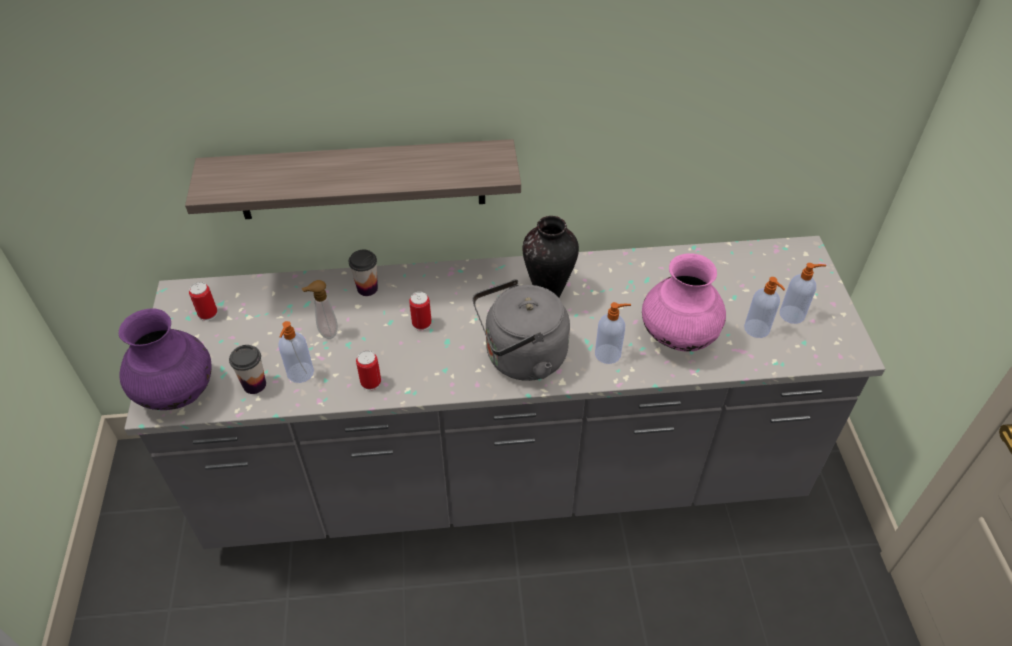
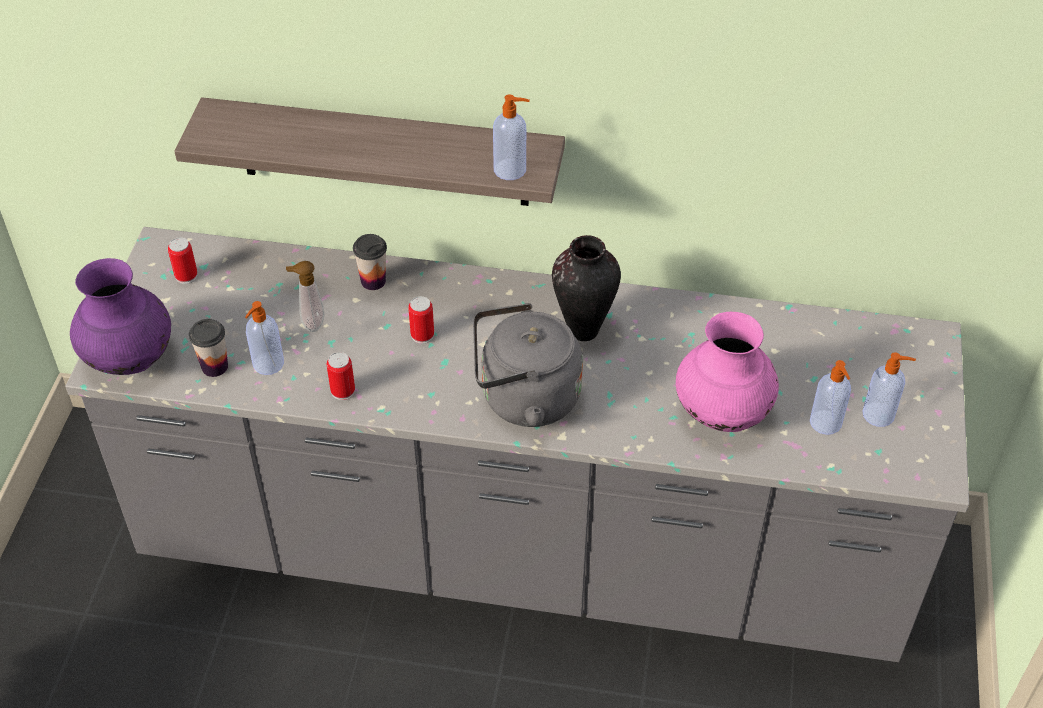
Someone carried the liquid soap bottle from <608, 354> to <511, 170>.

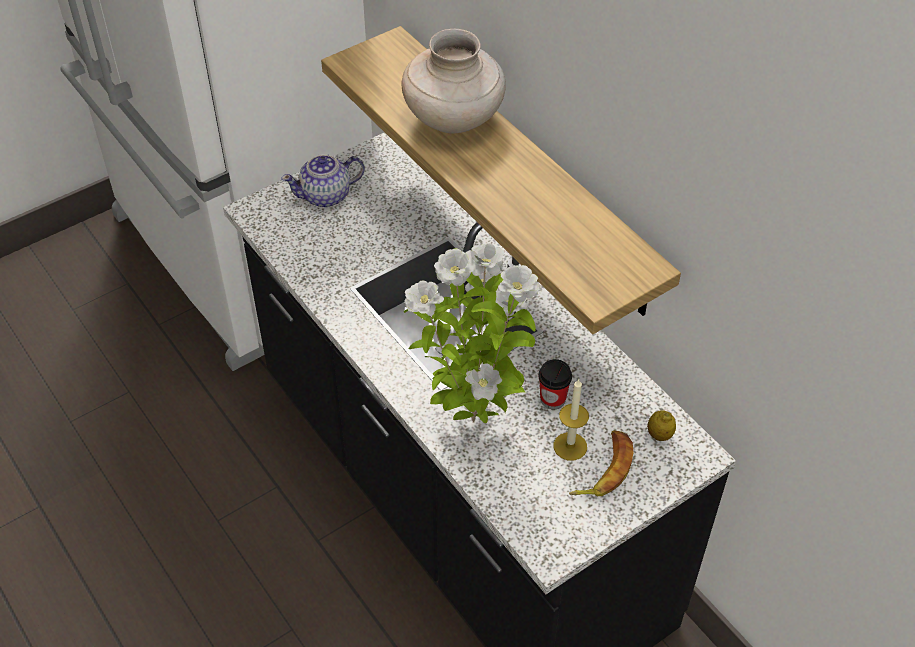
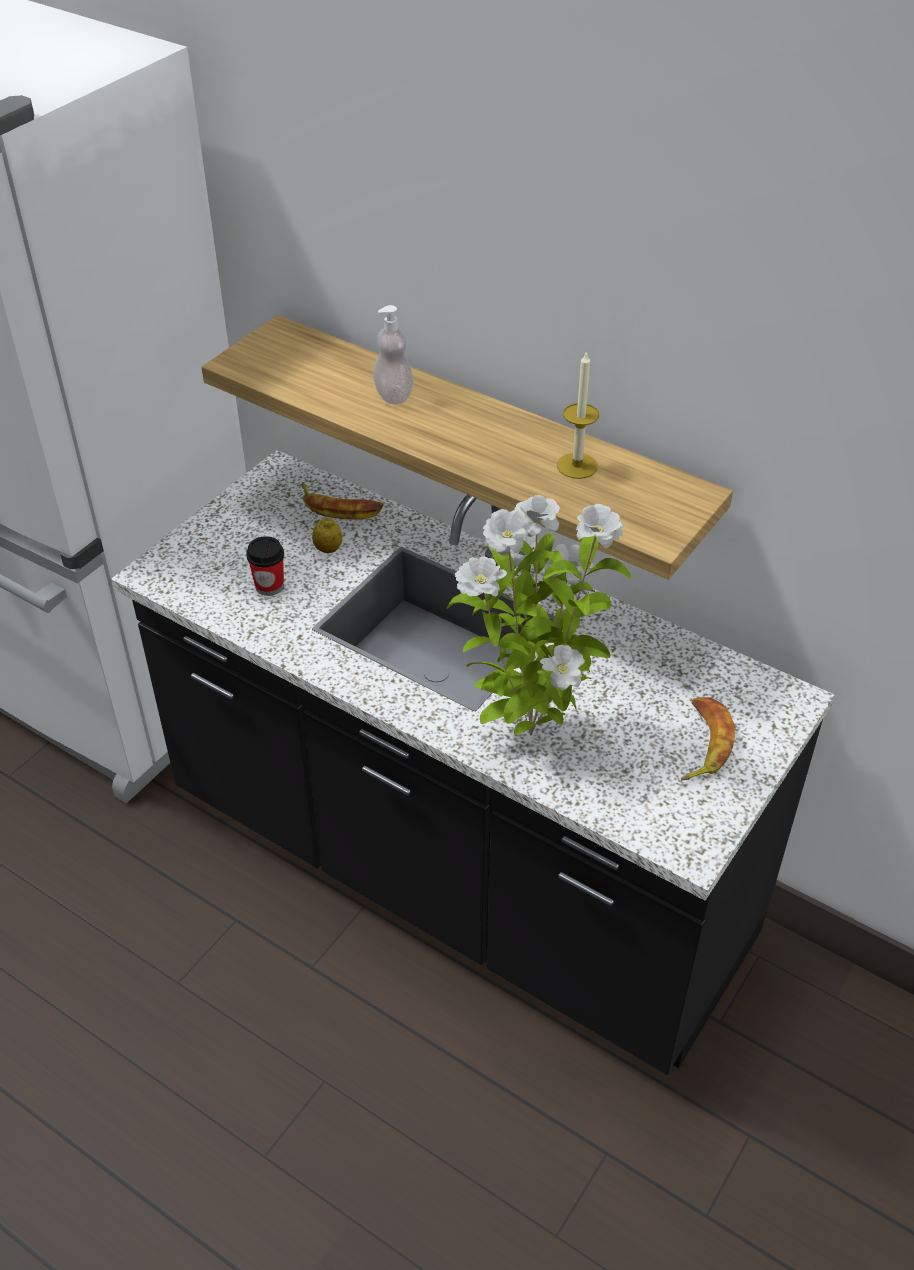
Someone carried the drinking cup from <552, 399> to <269, 586>. Someone put down the banana at <340, 507>. Someone carried the lemon from <659, 435> to <328, 549>. Someone swapped the beige-coloured vase at <454, 119> for the liquid soap bottle at <393, 395>. Someone carried the wax light from <570, 446> to <577, 466>. Someone took away the pot for tea at <326, 195>.

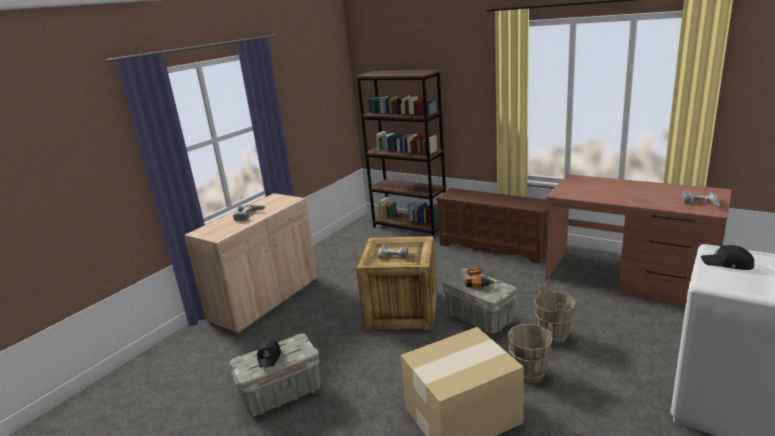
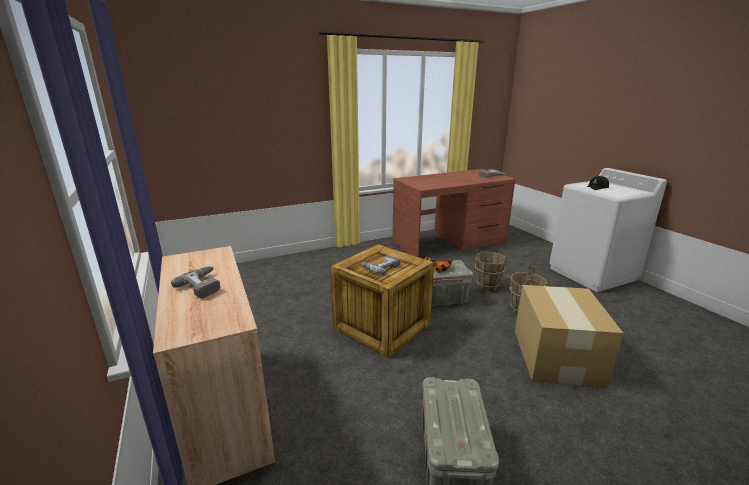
Someone took away the blackish baseball cap at <269, 356>. Someone took away the brown shelving unit at <410, 227>. Someone took away the brown shoe stand at <494, 247>.

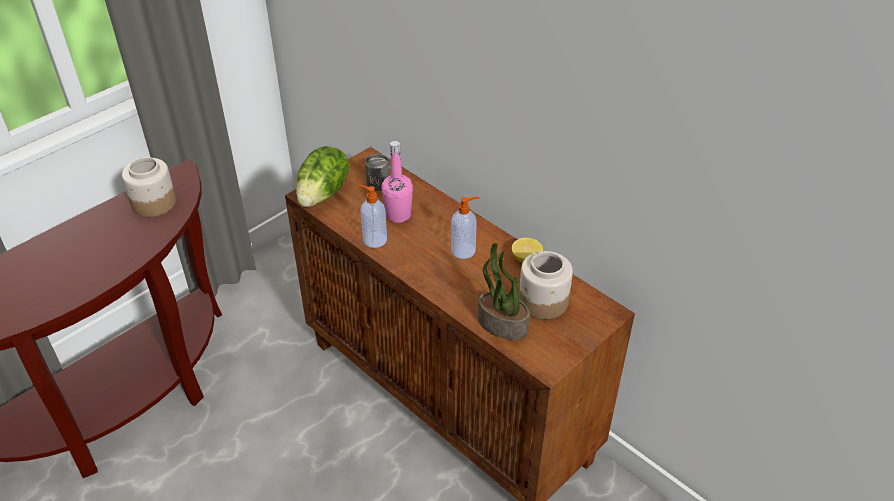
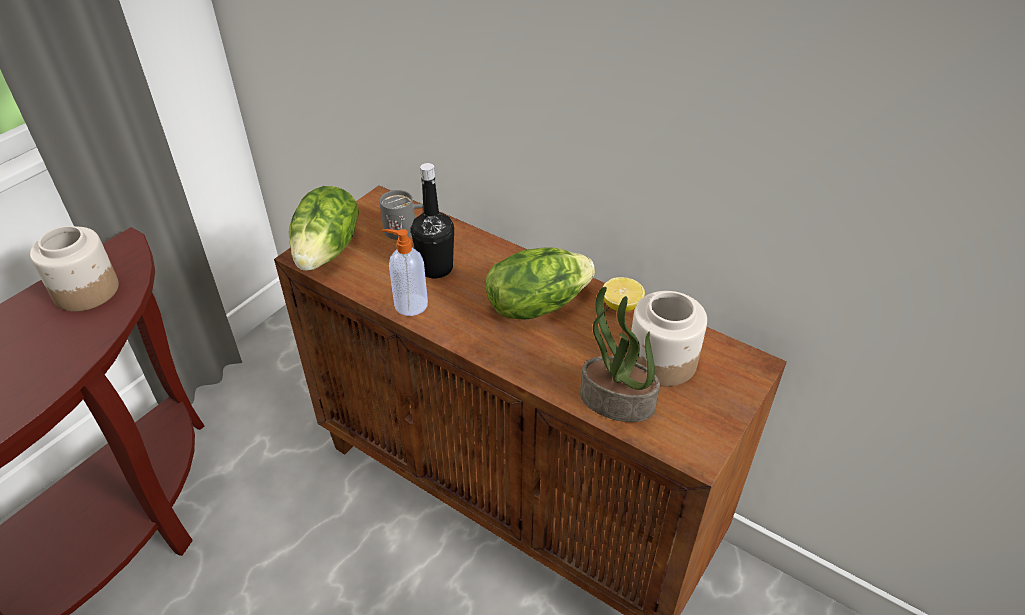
Someone repainted the pink-coloured beverage bottle at <398, 215>, which became the blackish beverage bottle at <436, 268>. Someone swapped the liquid soap bottle at <464, 250> for the lettuce at <536, 305>.

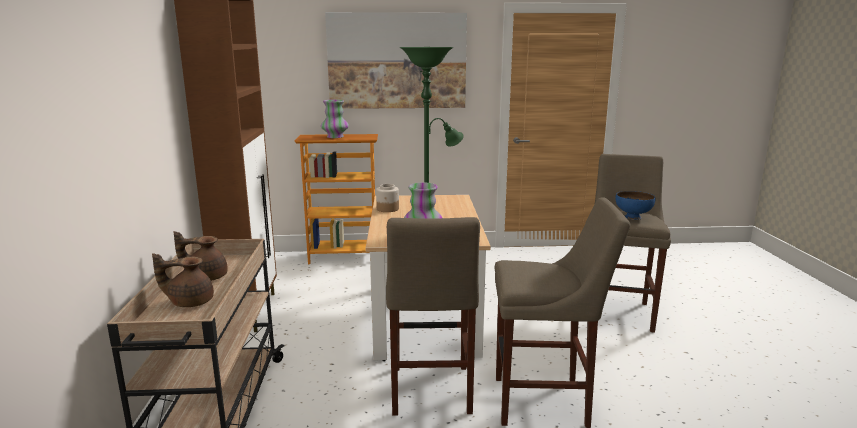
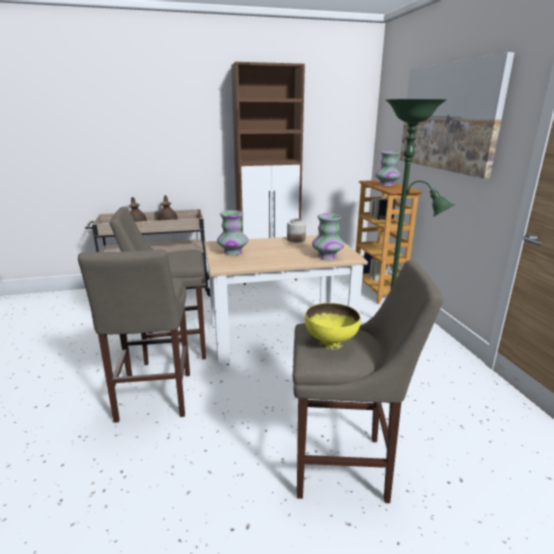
Someone repainted the bluish serving bowl at <633, 217>, which became the yellowish serving bowl at <330, 343>. Someone put down the vase at <327, 256>.

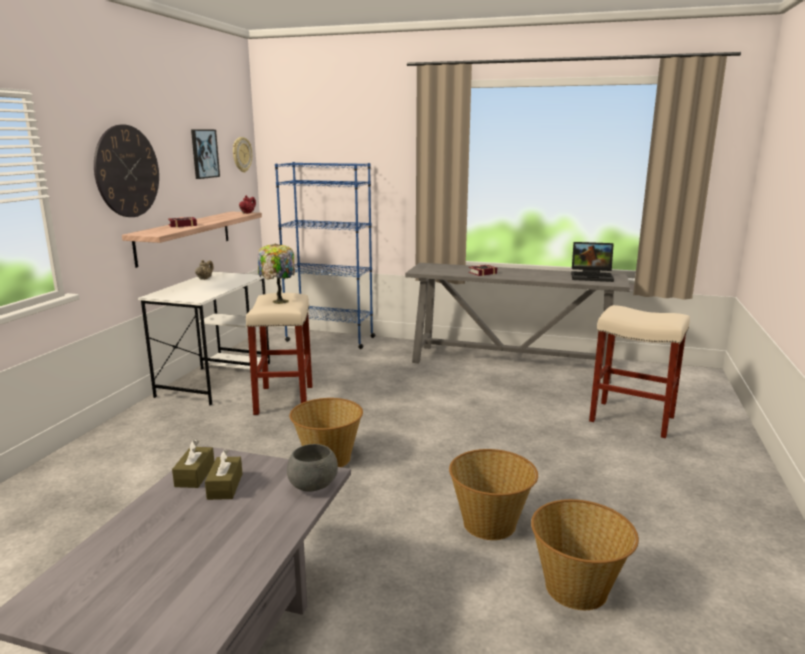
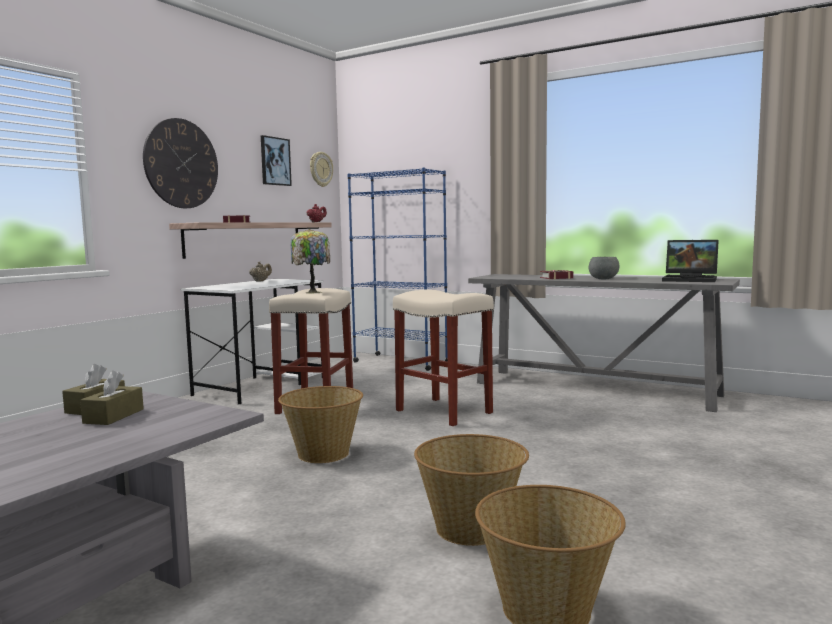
Someone carried the beige-coloured stool seat from <633, 419> to <445, 412>. Someone carried the greyish serving bowl from <313, 486> to <603, 279>.

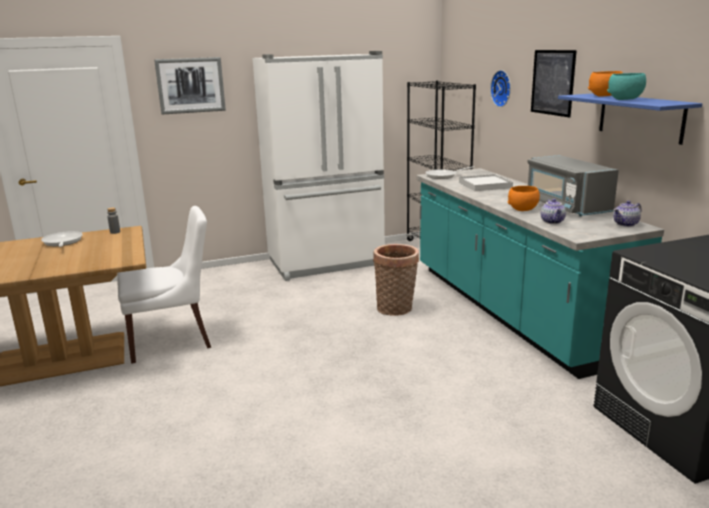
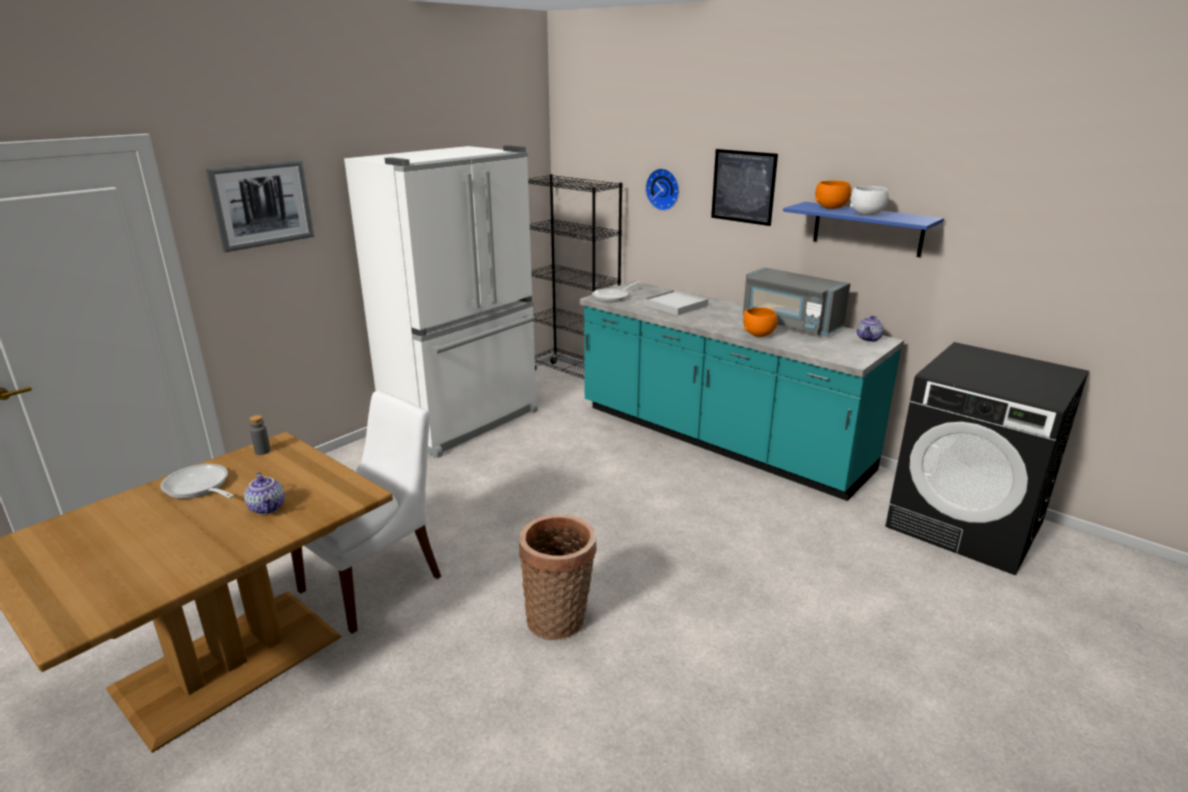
Someone carried the pot for tea from <553, 222> to <268, 508>. Someone carried the basket from <396, 309> to <559, 620>. Someone repainted the blue-green serving bowl at <625, 99>, which became the whitish serving bowl at <867, 214>.

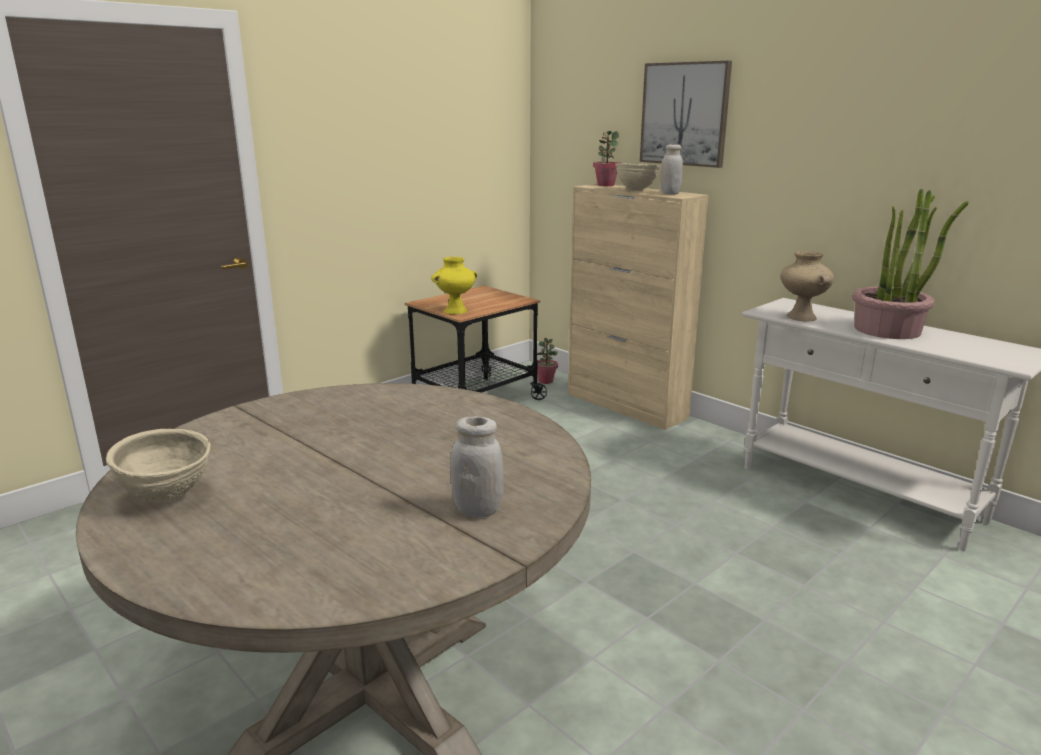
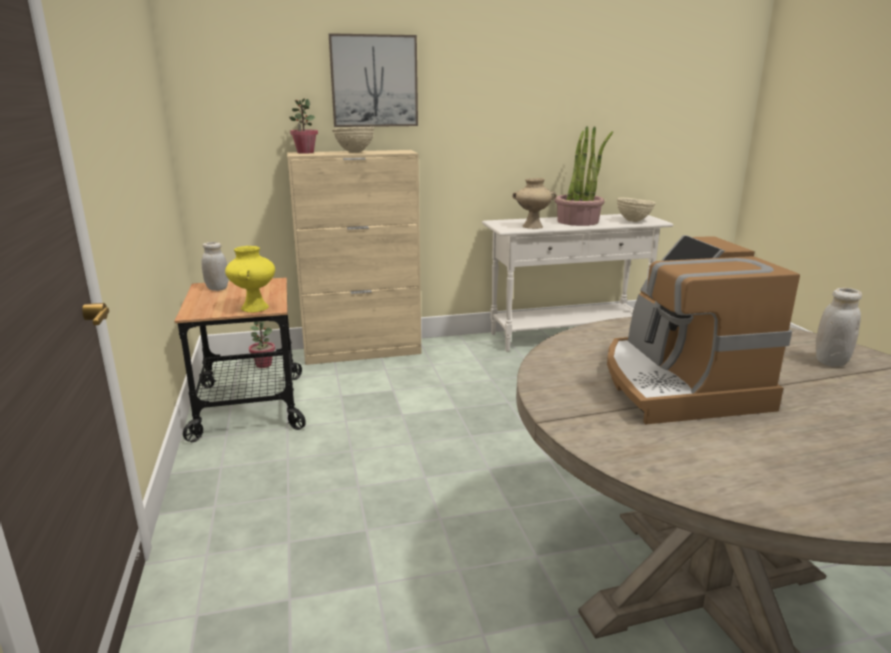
Someone carried the whitish storage jar from <670, 193> to <217, 288>. Someone put down the coffee machine at <676, 385>. Someone carried the beige-coloured serving bowl from <167, 497> to <633, 221>.

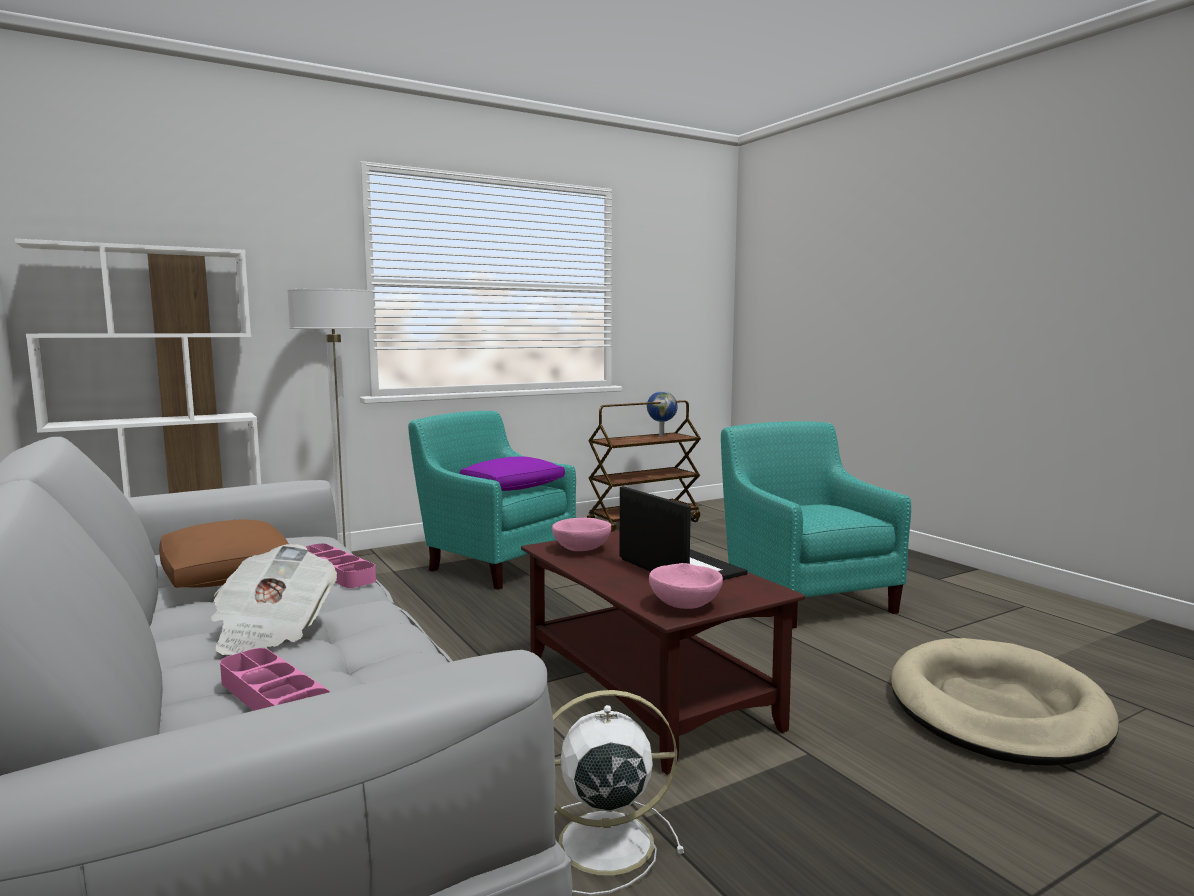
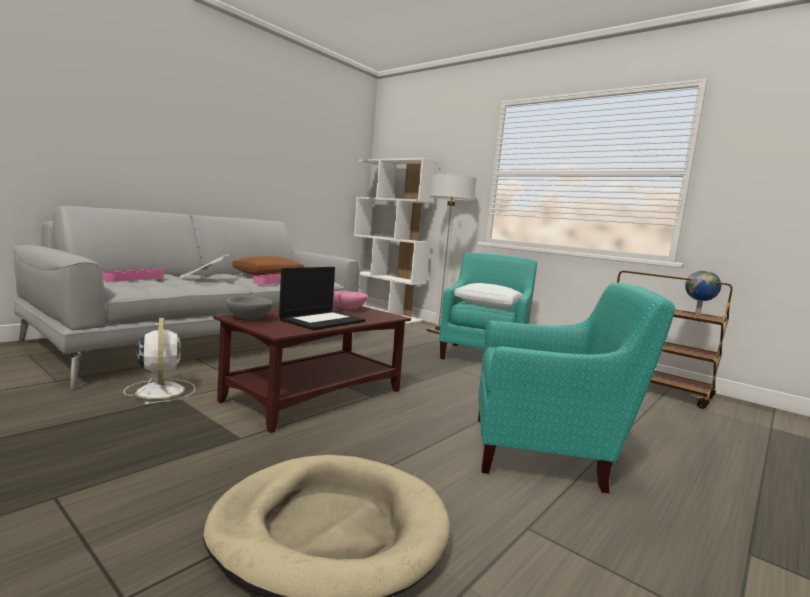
Someone repainted the pink-coloured serving bowl at <685, 605>, which became the greyish serving bowl at <248, 318>. Someone repainted the purple-coloured cushion at <513, 487>, which became the whitish cushion at <488, 304>. Someone rotated the blue-green easy chair at <806, 597> by 45 degrees clockwise.

